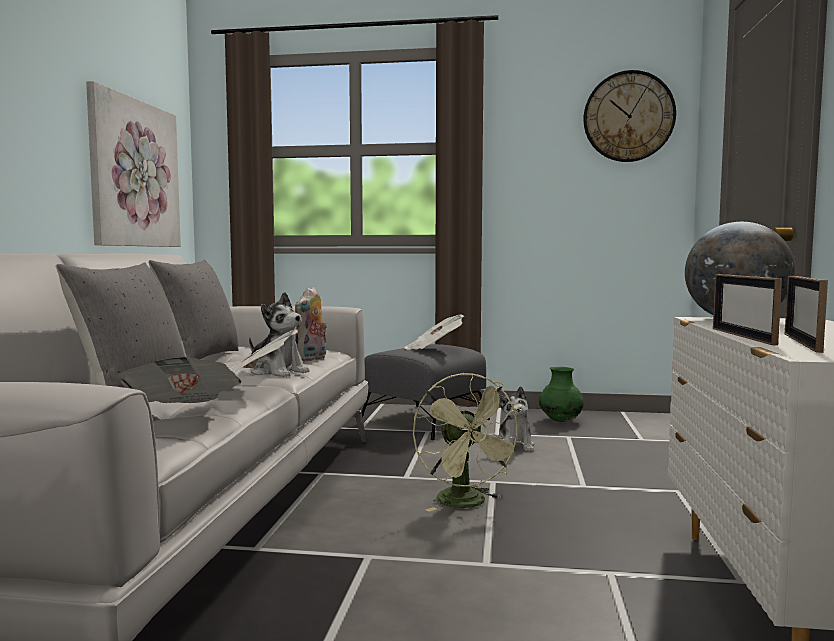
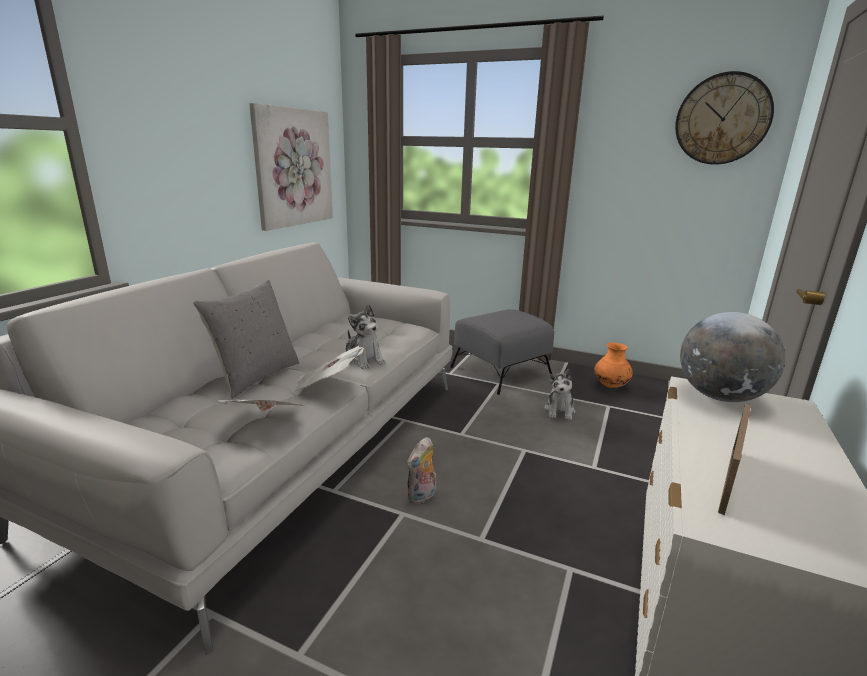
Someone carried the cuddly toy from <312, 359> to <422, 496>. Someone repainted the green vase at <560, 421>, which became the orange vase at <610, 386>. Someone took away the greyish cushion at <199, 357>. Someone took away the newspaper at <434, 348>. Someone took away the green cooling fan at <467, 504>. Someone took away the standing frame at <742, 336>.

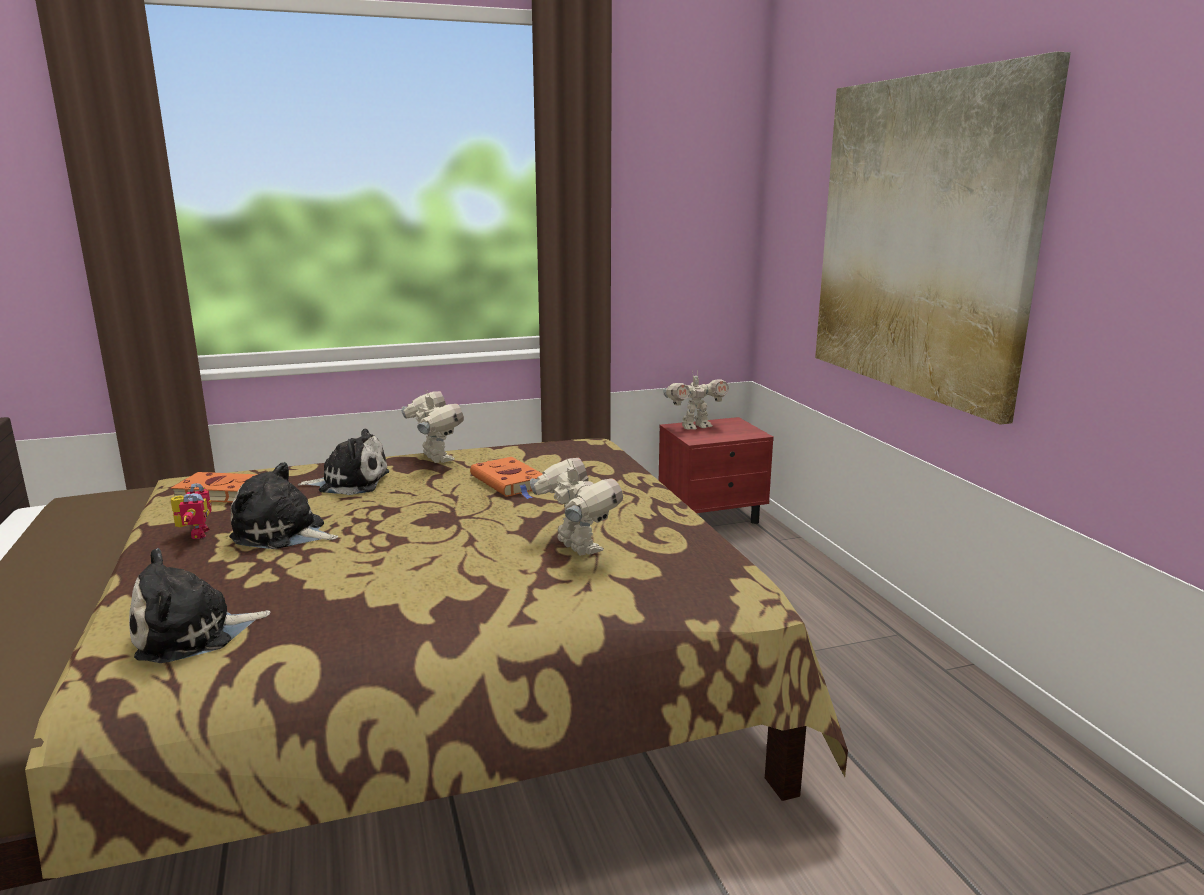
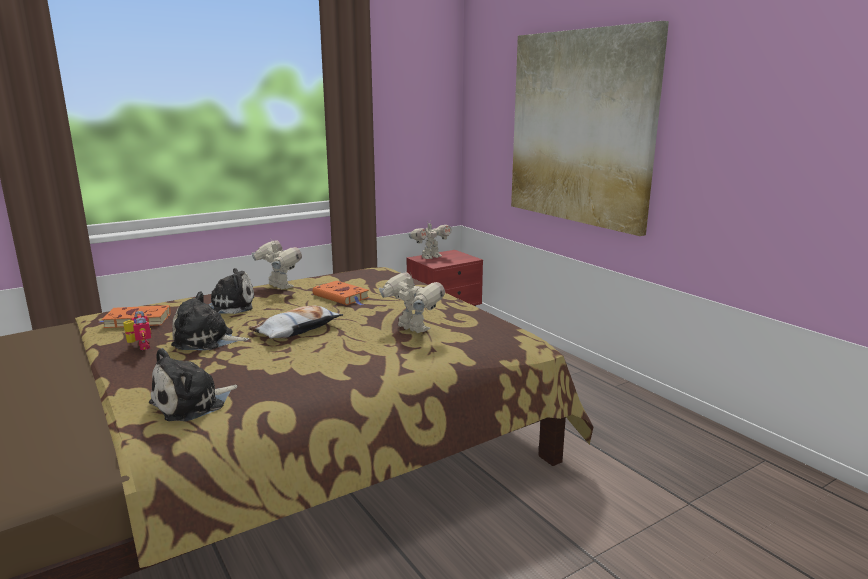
Someone put down the cushion at <296, 329>.

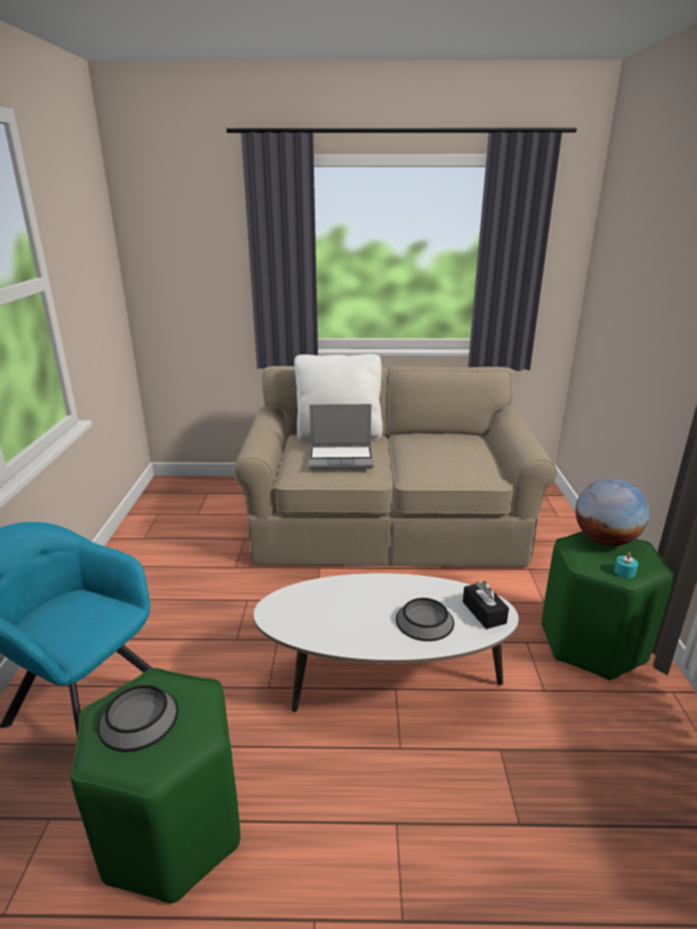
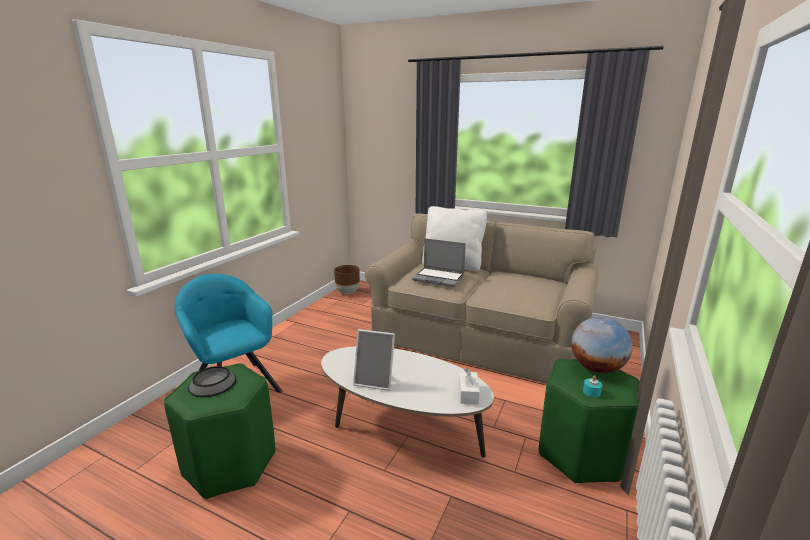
Someone put down the brown flower pot at <348, 292>. Someone put down the standing frame at <375, 380>. Someone repainted the blackish tissue holder at <484, 612>, which became the whitish tissue holder at <468, 393>. Someone took away the serving bowl at <424, 621>.

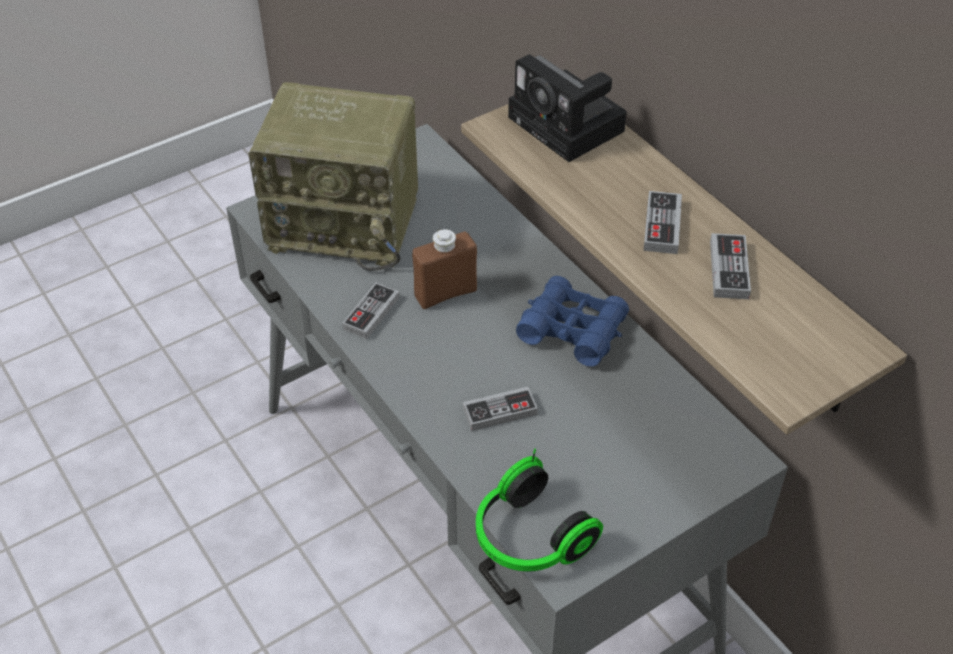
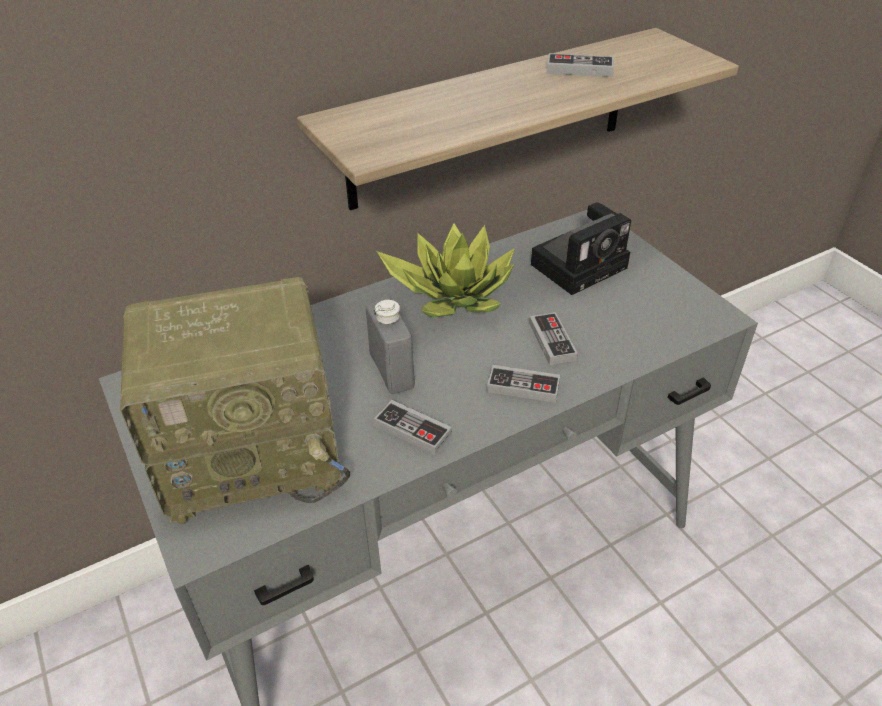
Someone rotated the radio set at <347, 223> by 60 degrees clockwise. Someone repainted the brown beverage bottle at <445, 293>, which became the greyish beverage bottle at <392, 371>. Someone swapped the bluish binoculars at <572, 330> for the potted plant at <453, 292>. Someone carried the game controller from <662, 226> to <523, 387>. Someone carried the photo camera from <570, 126> to <581, 264>. Someone took away the pair of headphones at <528, 538>.

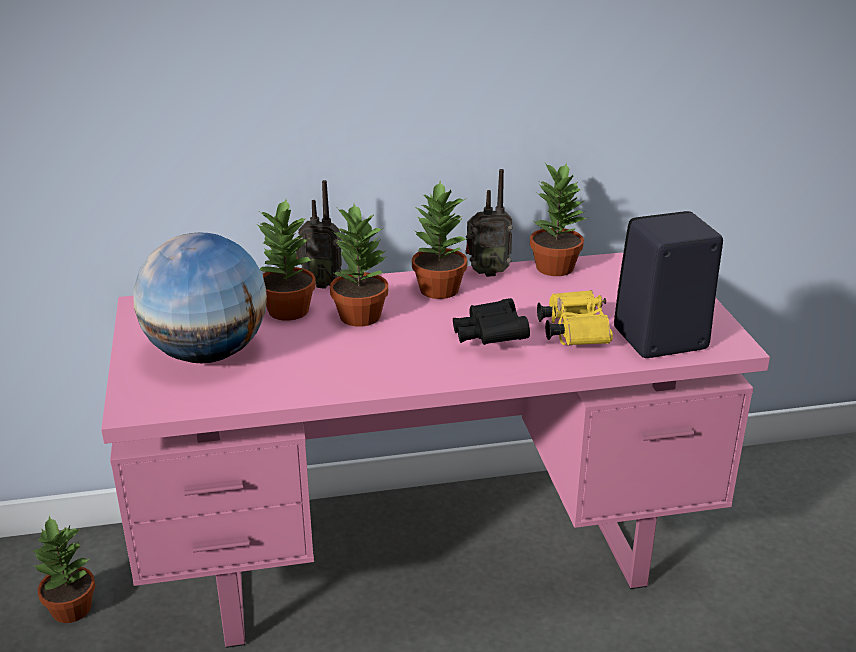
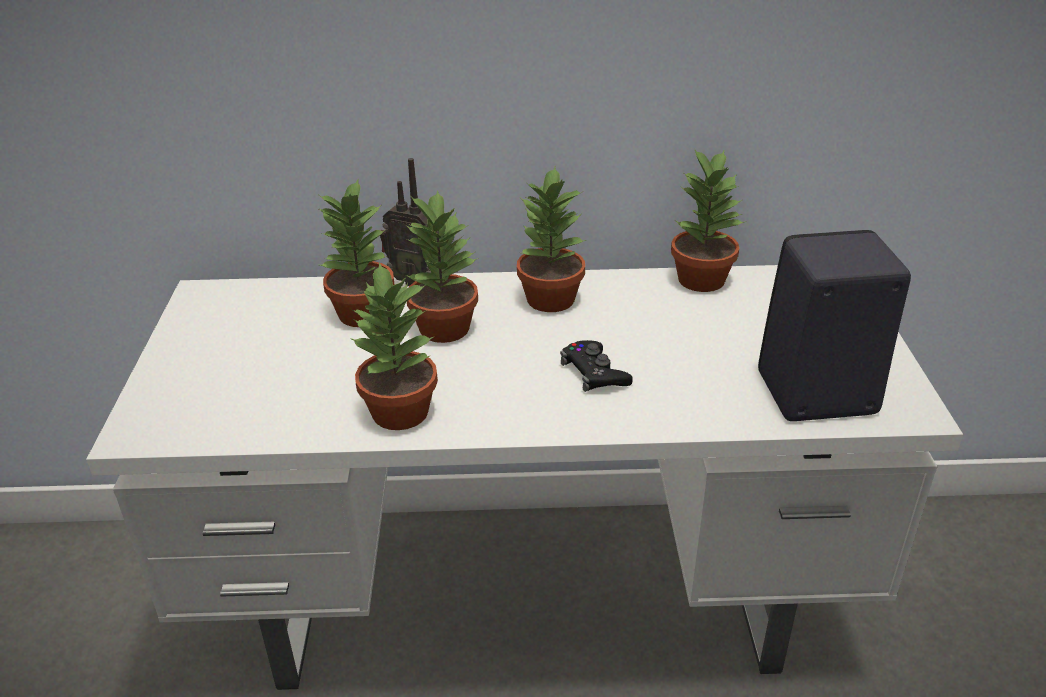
Someone repainted the pink-coloured desk at <429, 558>, which became the whitish desk at <529, 603>. Someone carried the potted plant from <71, 610> to <399, 413>. Someone swapped the blackish binoculars at <490, 338> for the blackish game controller at <594, 373>. Someone took away the desk globe at <208, 354>. Someone took away the radio set at <486, 272>. Someone took away the yellowish binoculars at <573, 331>.

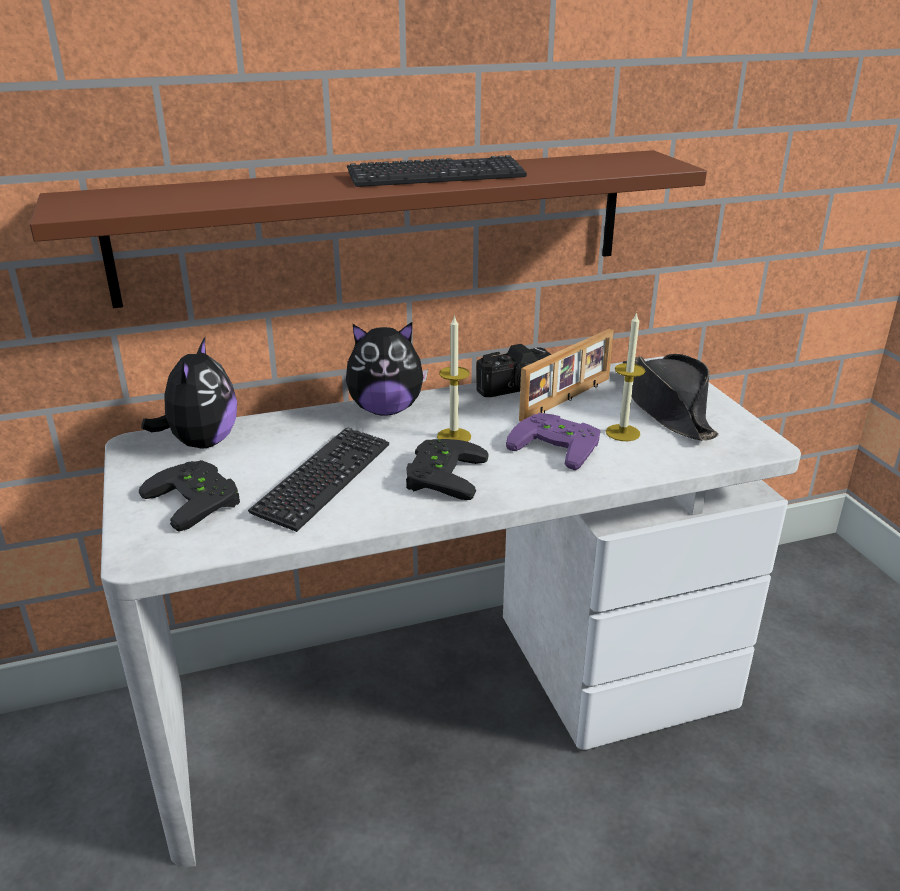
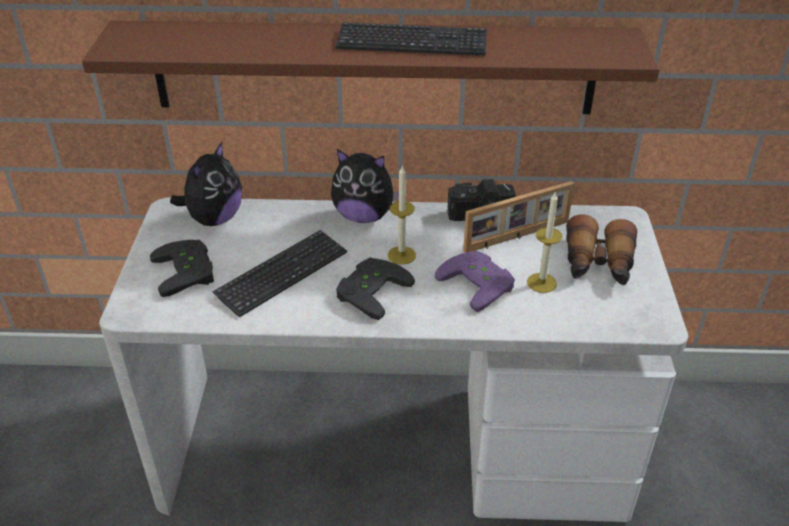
Someone swapped the blackish wearable hat at <666, 408> for the binoculars at <598, 265>.

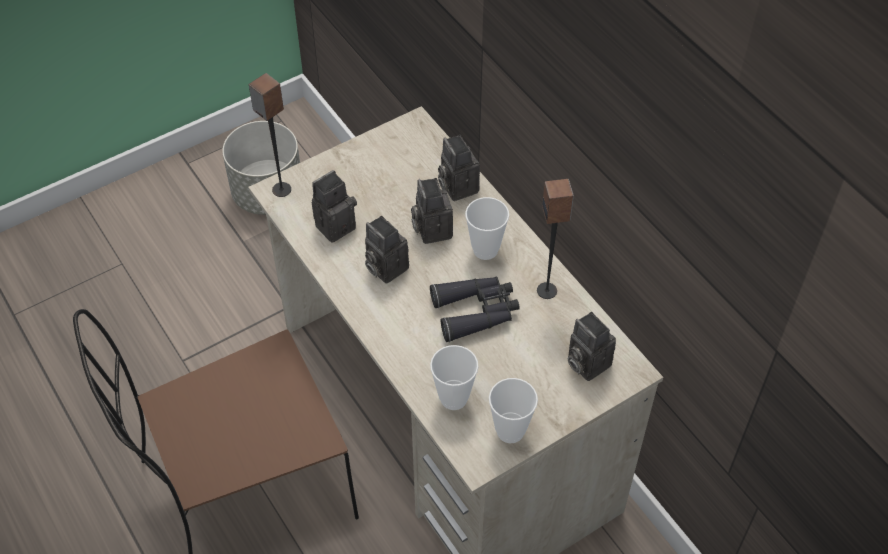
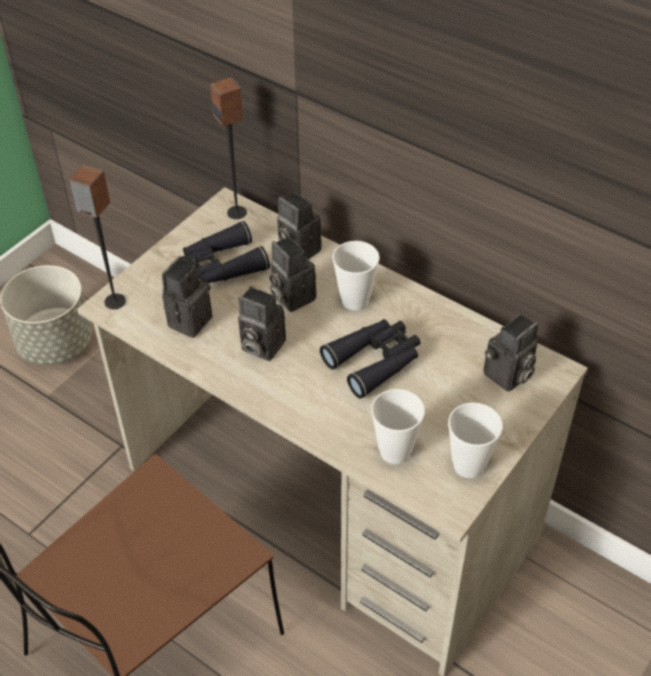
Someone put down the blackish binoculars at <220, 266>. Someone carried the speaker from <547, 290> to <237, 212>. Someone rotated the photo camera at <585, 362> by 75 degrees counterclockwise.

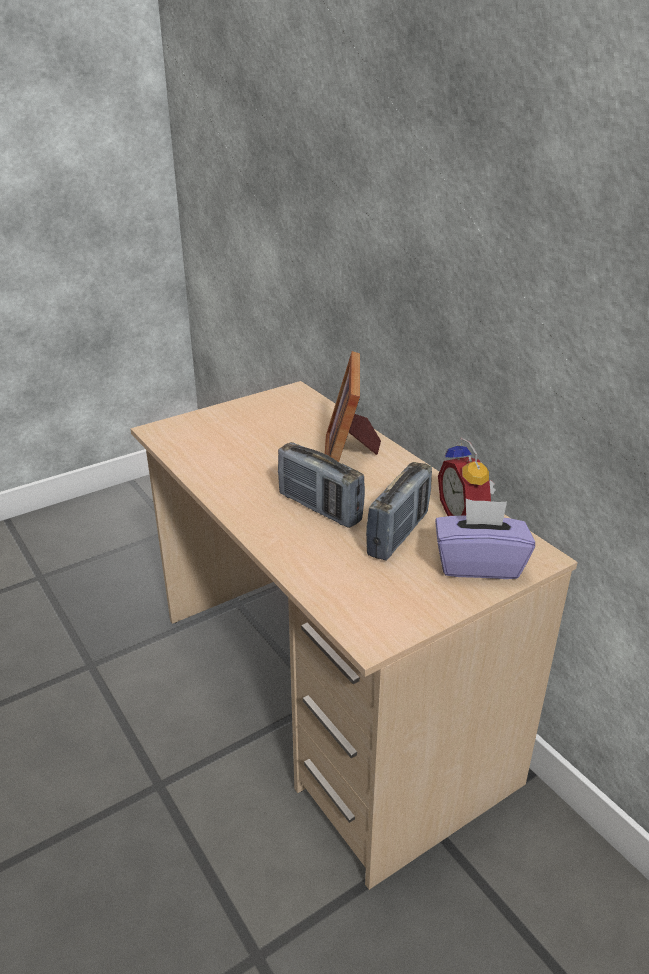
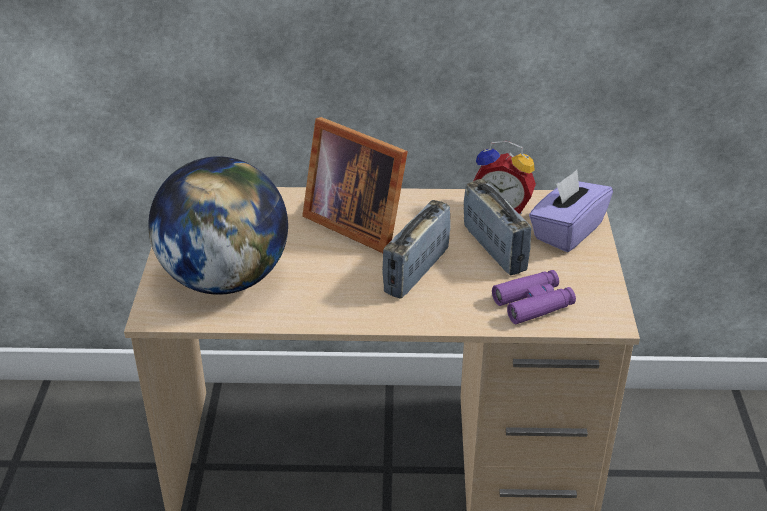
Someone put down the desk globe at <225, 279>. Someone rotated the radio set at <319, 508> by 135 degrees clockwise. Someone put down the purple-coloured binoculars at <533, 303>.

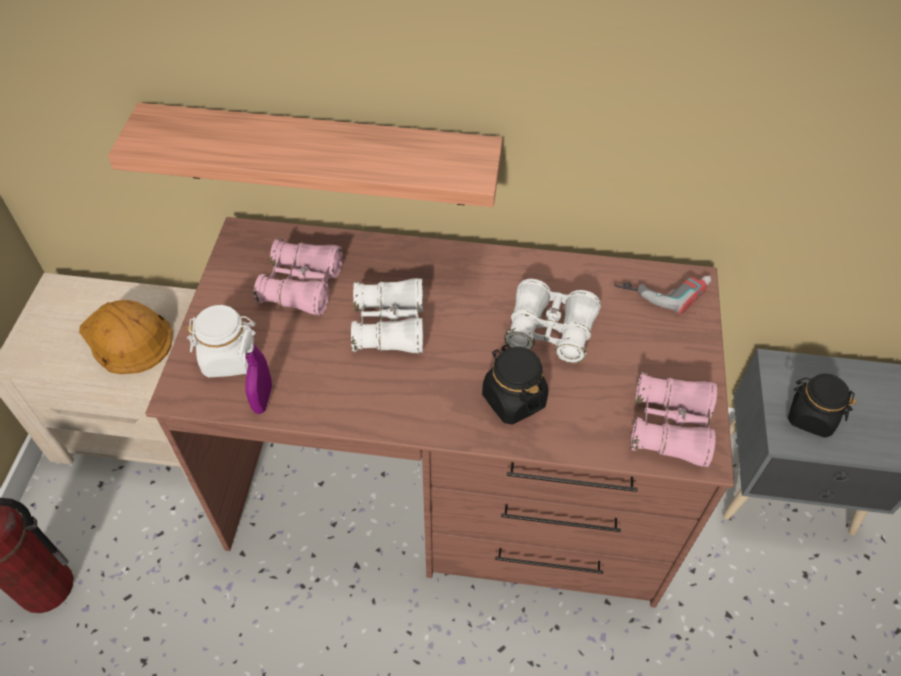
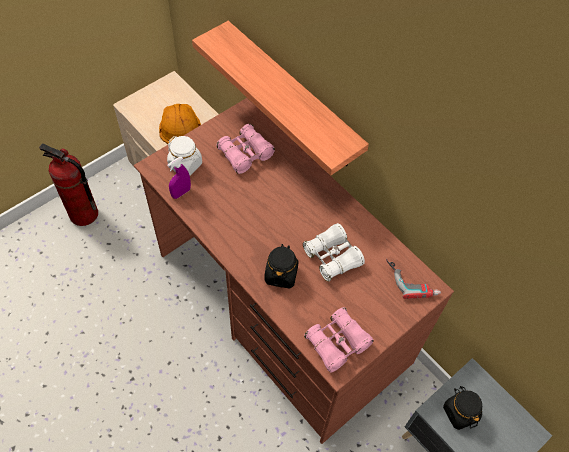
Someone took away the whitish binoculars at <389, 326>.

